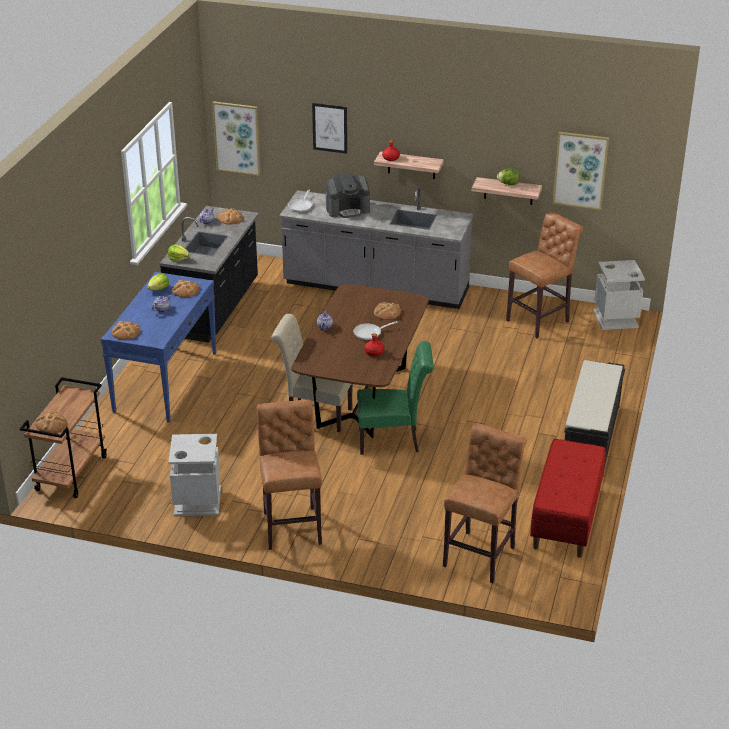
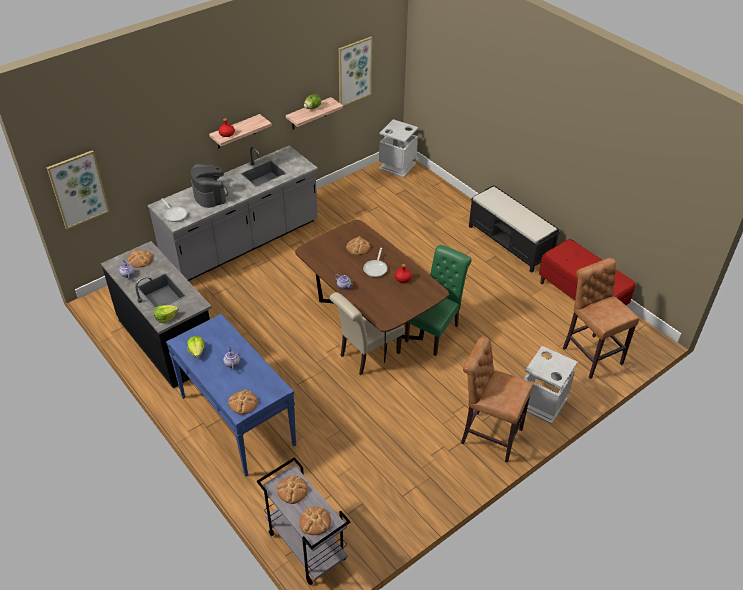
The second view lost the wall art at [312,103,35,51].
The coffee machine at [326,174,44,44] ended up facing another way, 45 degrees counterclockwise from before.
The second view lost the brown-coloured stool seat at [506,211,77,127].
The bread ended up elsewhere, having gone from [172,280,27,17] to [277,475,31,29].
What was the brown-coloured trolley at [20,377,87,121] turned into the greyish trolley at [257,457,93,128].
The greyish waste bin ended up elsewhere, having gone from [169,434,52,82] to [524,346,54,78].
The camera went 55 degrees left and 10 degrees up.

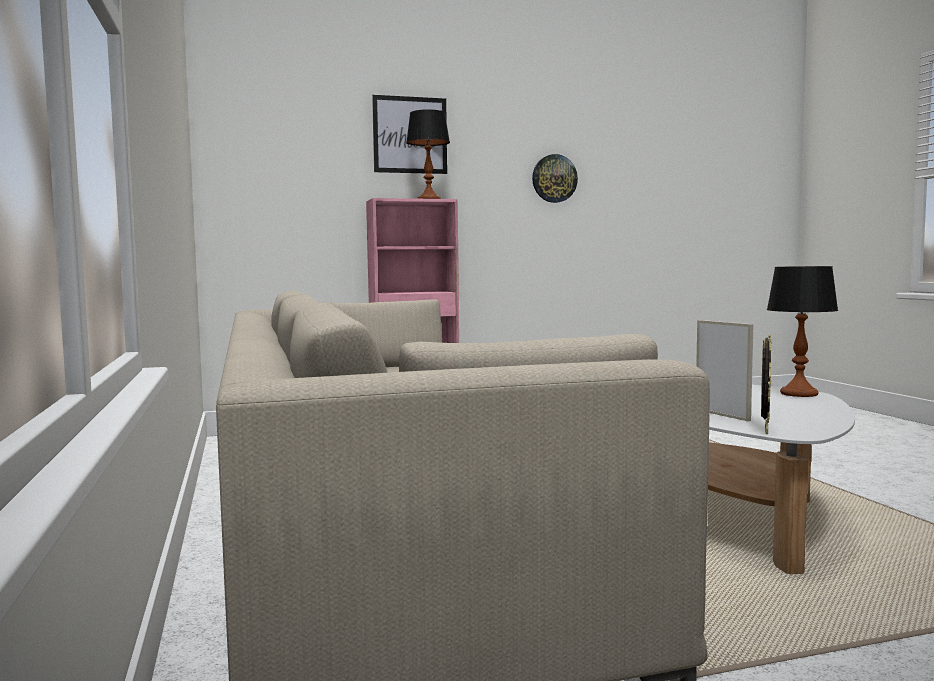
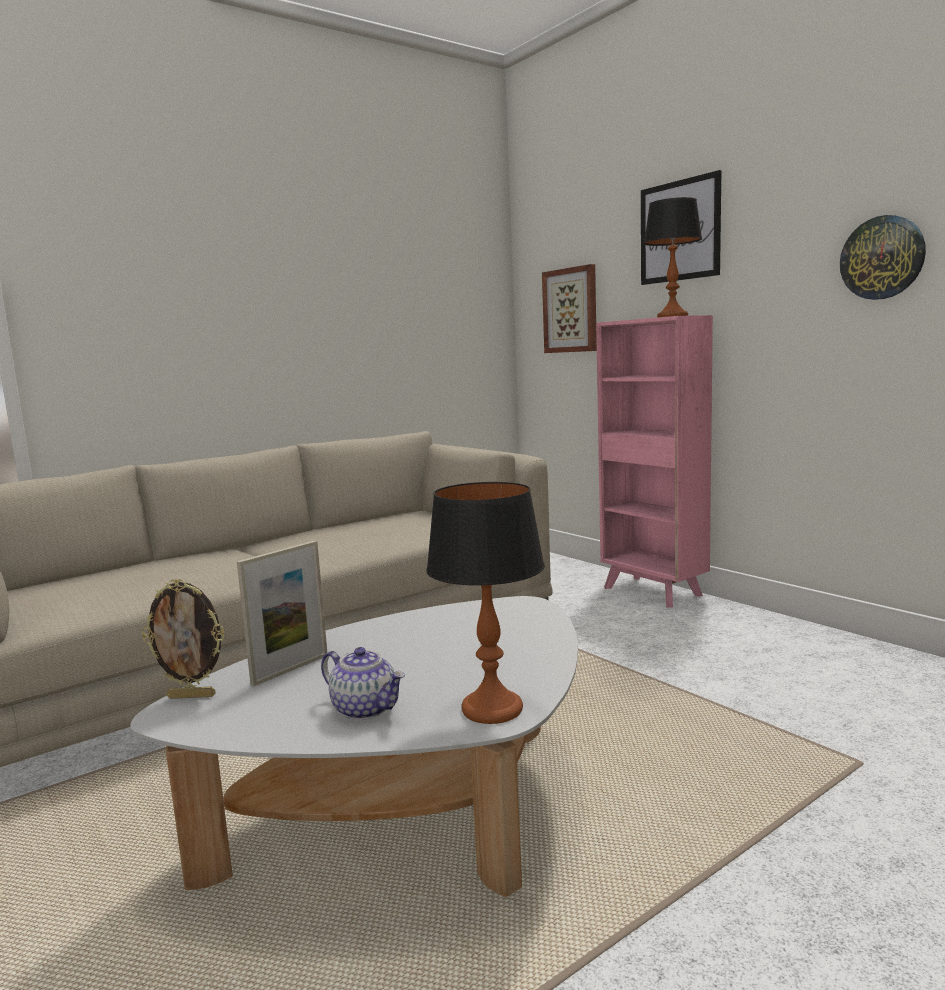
The second view gained the wall art at [542,264,55,89].
The second view gained the tea pot at [321,647,84,73].
The camera went 70 degrees right and 5 degrees up.

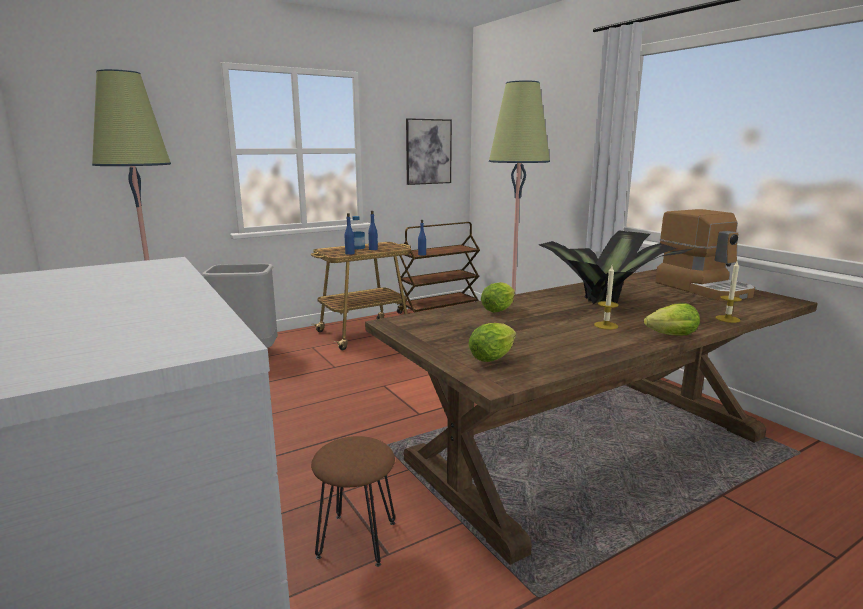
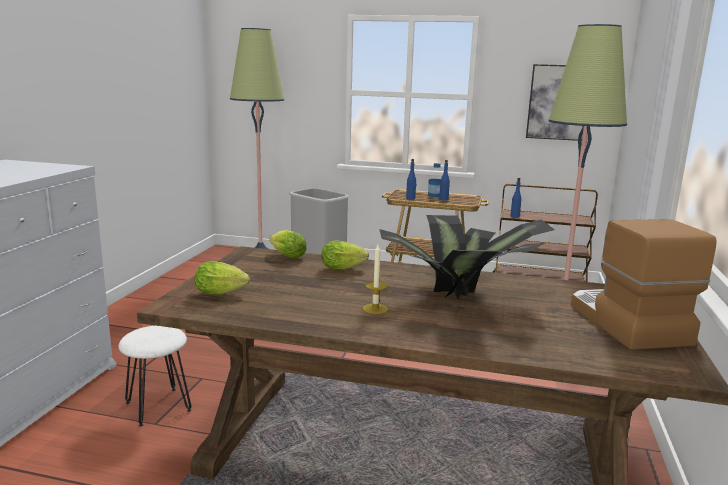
The coffee machine at [655,209,100,92] ended up facing another way, 150 degrees clockwise from before.
The second view lost the candle at [715,261,27,62].
The lettuce head ended up elsewhere, having gone from [644,303,56,33] to [270,230,37,28].
What was the brown-coloured stool seat at [311,436,84,131] turned into the white-coloured stool seat at [119,326,72,101].
The camera went 45 degrees right and 0 degrees up.

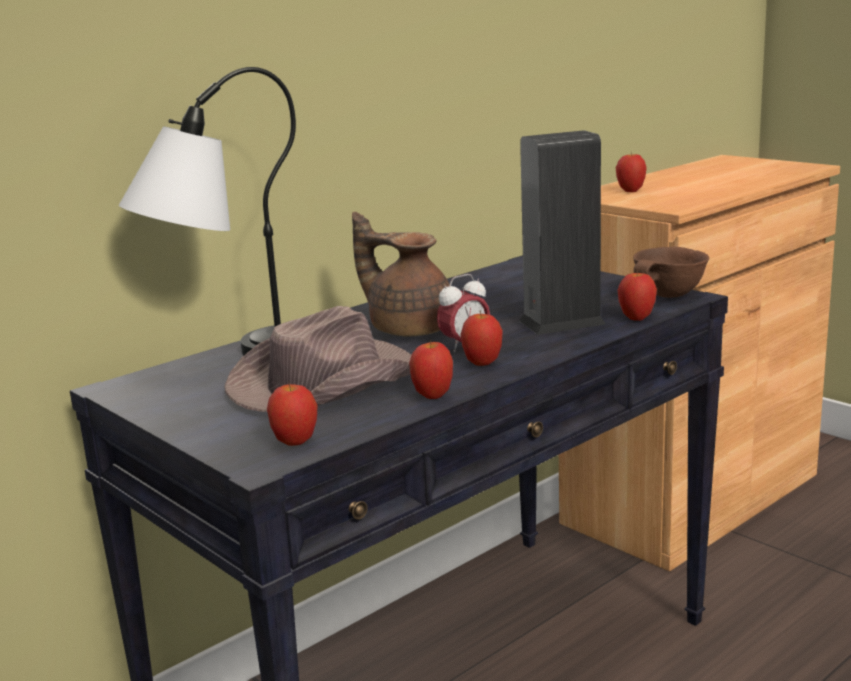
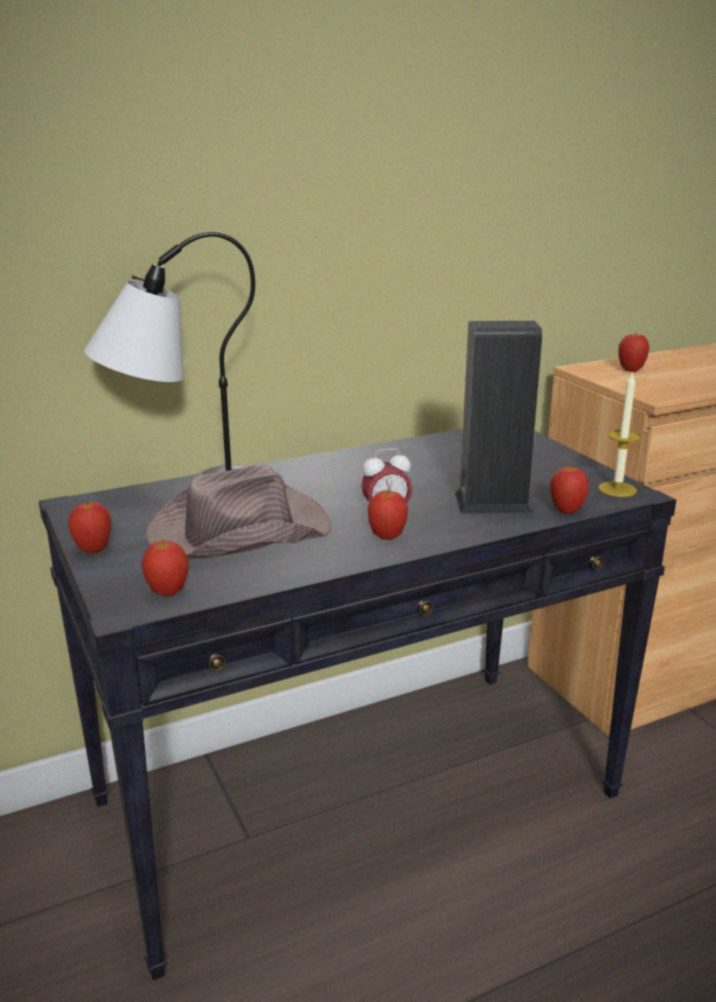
The second view lost the brown-coloured tea pot at [352,212,98,124].
Where the brown-coloured serving bowl stood at [633,247,76,51], the candle came to stand at [598,371,43,126].
The apple ended up elsewhere, having gone from [409,339,44,60] to [68,500,43,53].
The camera went 15 degrees right and 5 degrees up.

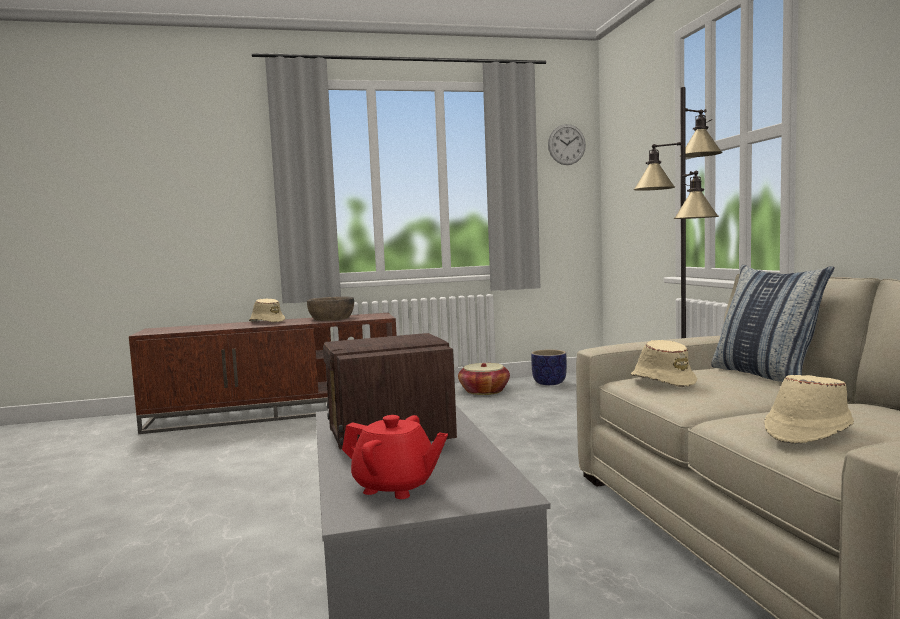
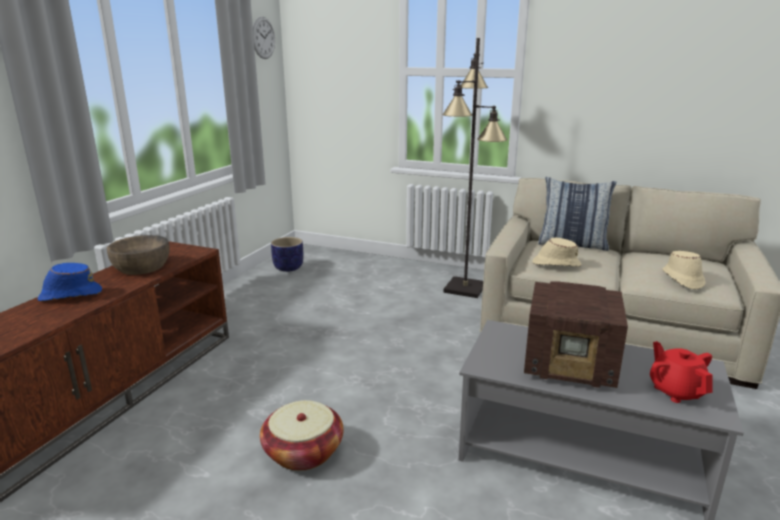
What was the beige clothing hat at [249,298,36,25] turned into the blue-coloured clothing hat at [38,263,64,38].
The basket ended up elsewhere, having gone from [458,363,52,32] to [260,400,84,71].
The red tea pot at [342,415,106,84] ended up facing another way, 75 degrees counterclockwise from before.
The camera went 55 degrees left and 15 degrees up.

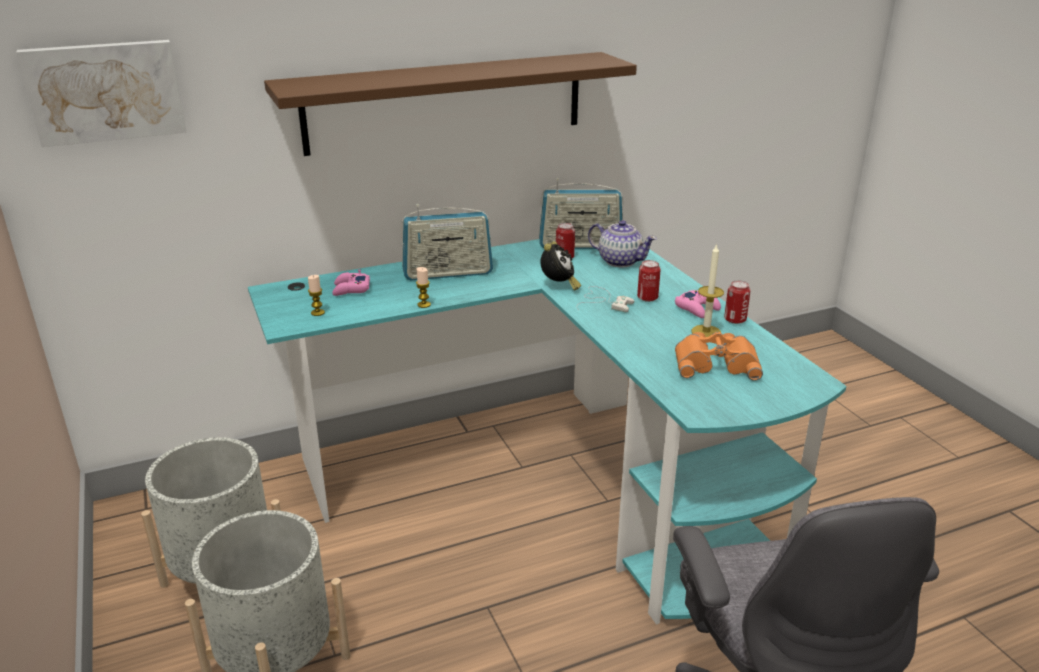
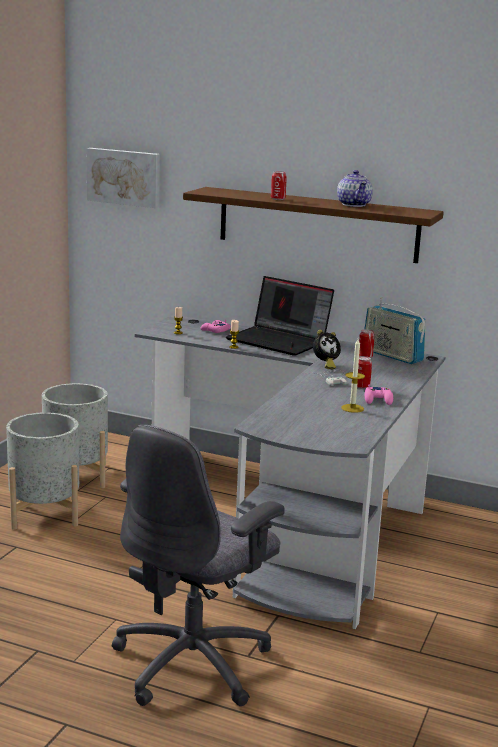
Where the radio set stood at [401,204,92,76], the laptop came to stand at [226,276,108,80].
The tea pot ended up elsewhere, having gone from [588,220,69,48] to [337,170,36,37].
What was the turquoise desk table at [248,239,599,386] turned into the greyish desk table at [135,315,311,314].
The metal can ended up elsewhere, having gone from [724,280,27,44] to [271,171,16,29].
The second view lost the orange field glasses at [675,332,88,49].
The camera went 45 degrees right and 10 degrees down.

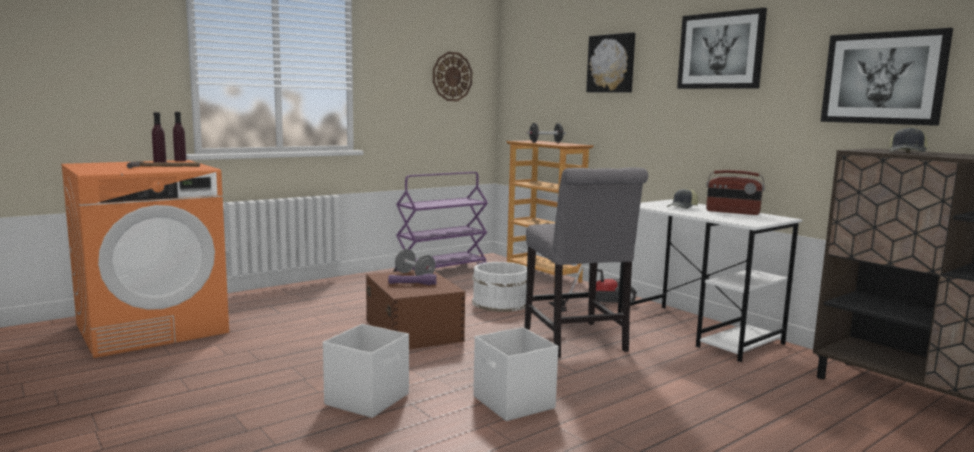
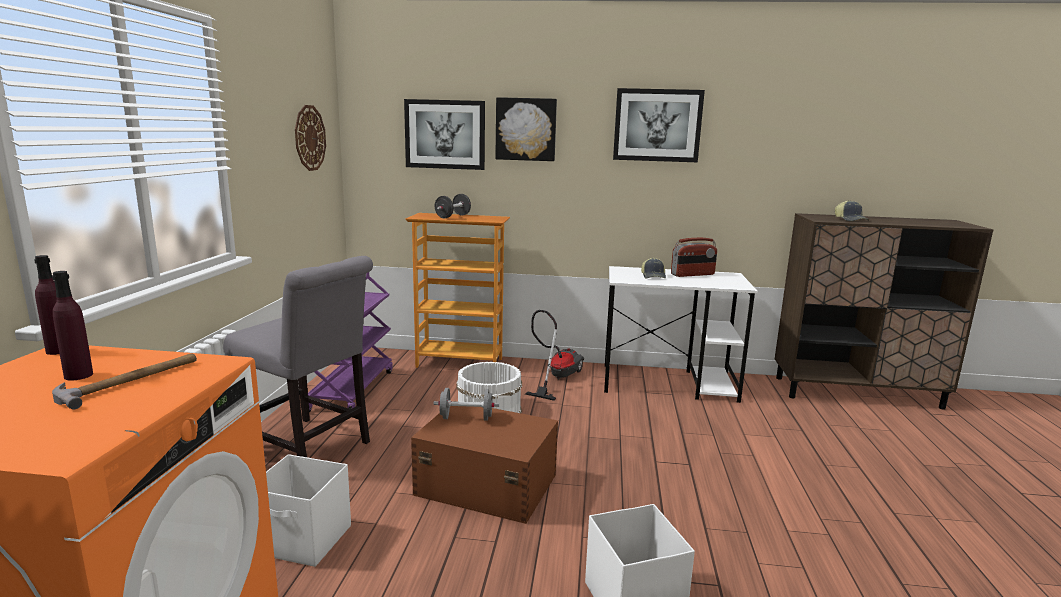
The wall art ended up elsewhere, having gone from [820,28,133,98] to [404,99,81,71].
The greyish plain chair ended up elsewhere, having gone from [524,168,124,190] to [223,256,150,201].
The second view lost the purple torch at [388,273,49,12].
The white-coloured storage box ended up elsewhere, having gone from [473,327,85,94] to [266,454,85,113].
The camera went 45 degrees left and 5 degrees up.

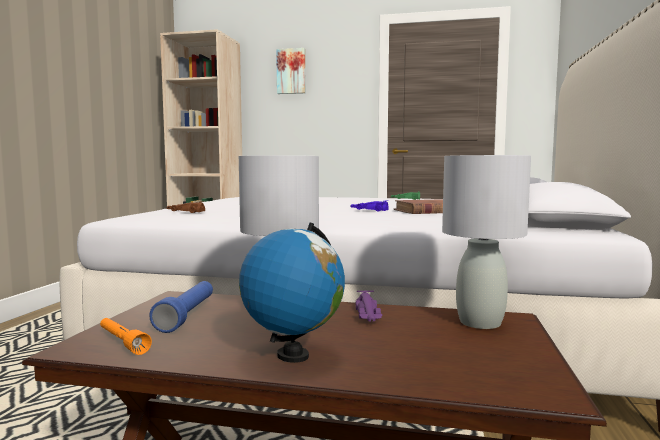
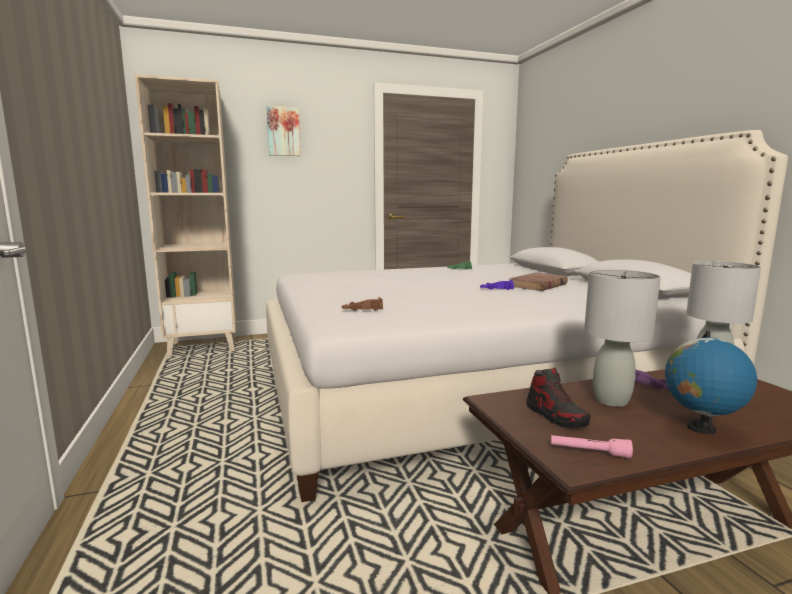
Where the blue-coloured torch stood at [149,281,64,52], the low shoe came to stand at [526,368,64,60].
What was the orange torch at [100,318,52,37] turned into the pinkish torch at [551,435,82,23].
The camera went 30 degrees left and 5 degrees up.

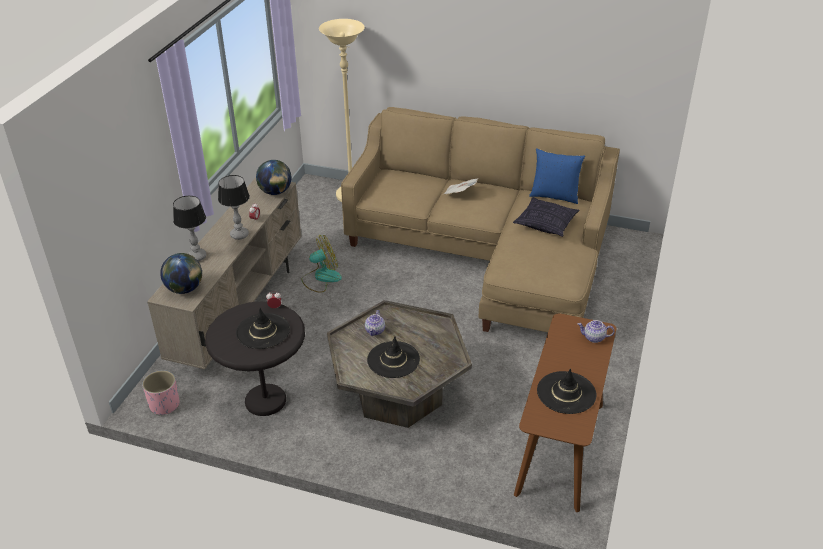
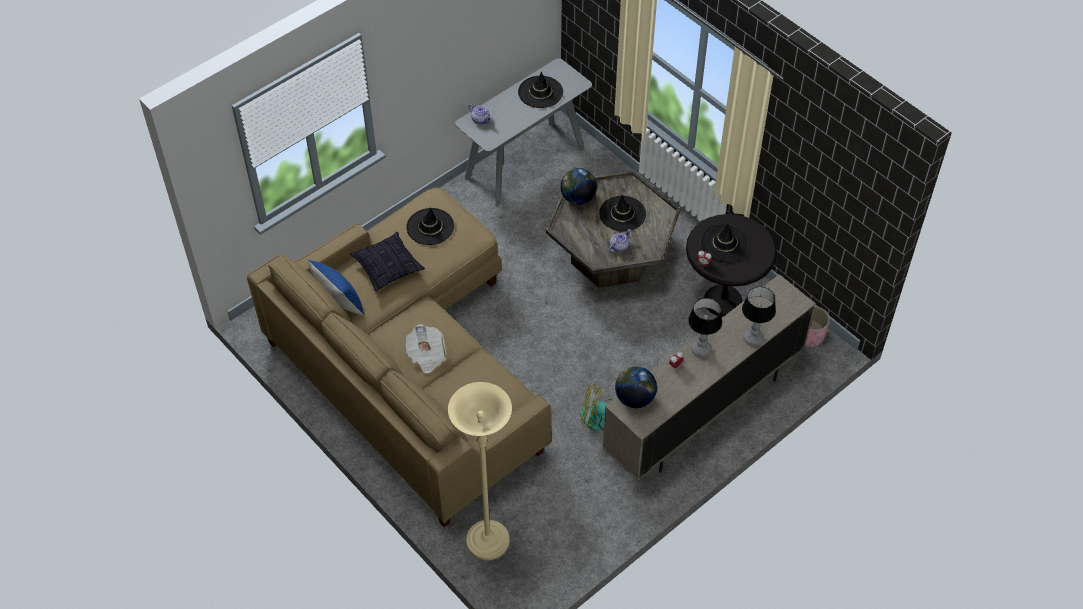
The globe ended up elsewhere, having gone from [160,253,42,41] to [561,168,36,37].
What was the brown-coloured hall table at [514,313,103,199] turned into the greyish hall table at [455,59,137,148].
The second view gained the black-coloured clothing hat at [406,208,48,37].
The camera went 150 degrees left and 15 degrees up.

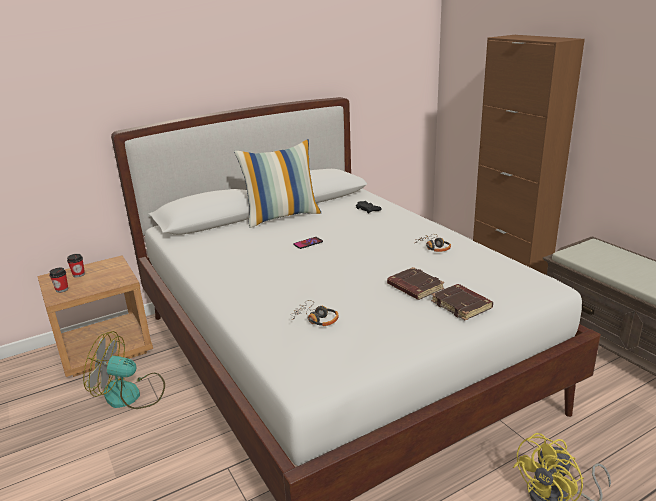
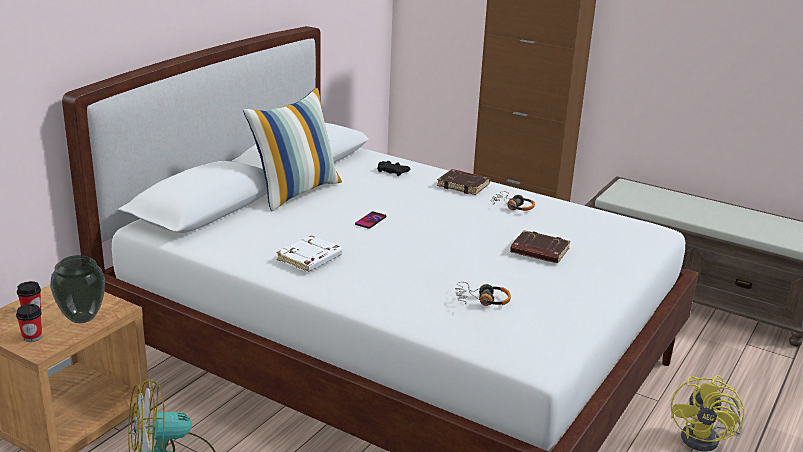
The brown-coloured bound book ended up elsewhere, having gone from [431,284,62,36] to [437,169,53,26].
The second view gained the white-coloured bound book at [276,235,66,37].
The second view gained the vase at [50,255,55,68].
The camera went 30 degrees left and 0 degrees up.

